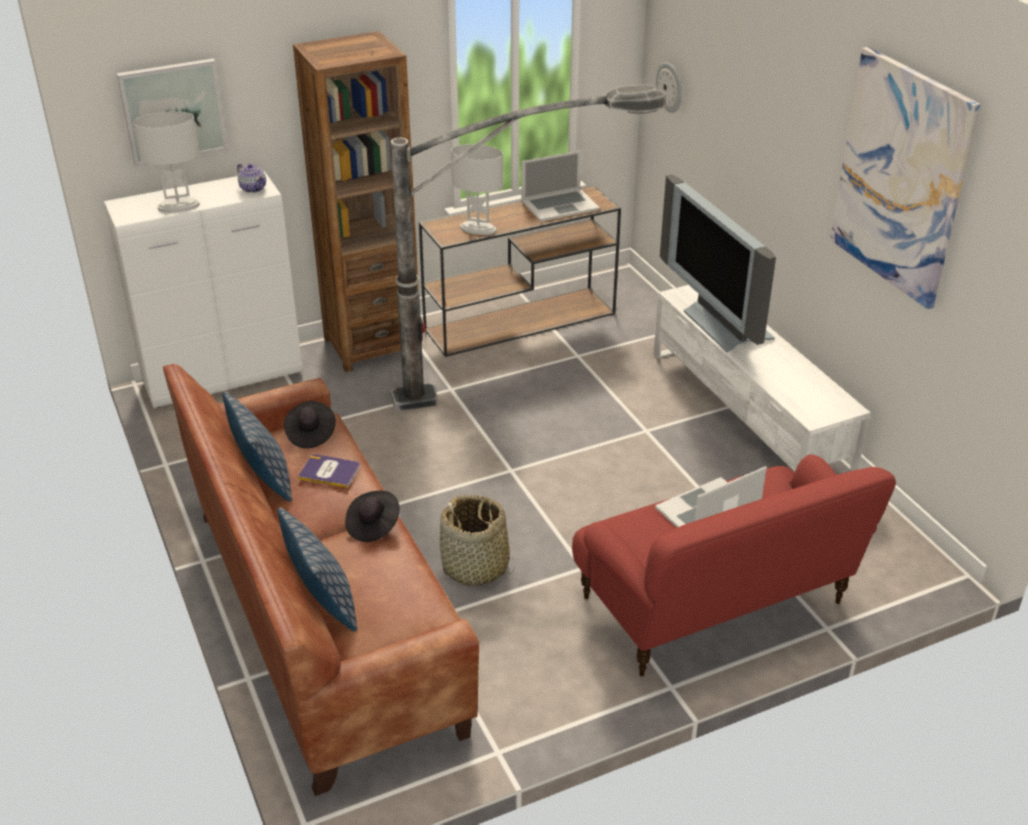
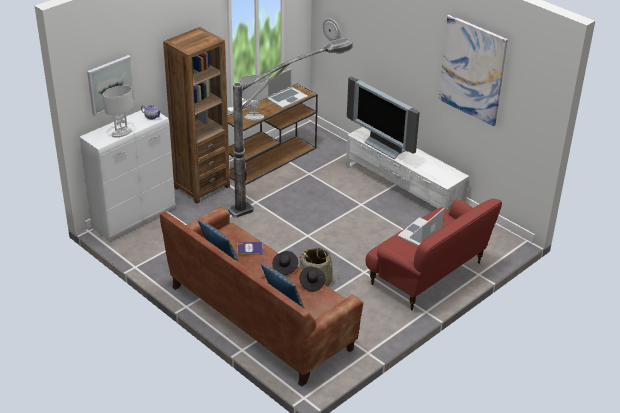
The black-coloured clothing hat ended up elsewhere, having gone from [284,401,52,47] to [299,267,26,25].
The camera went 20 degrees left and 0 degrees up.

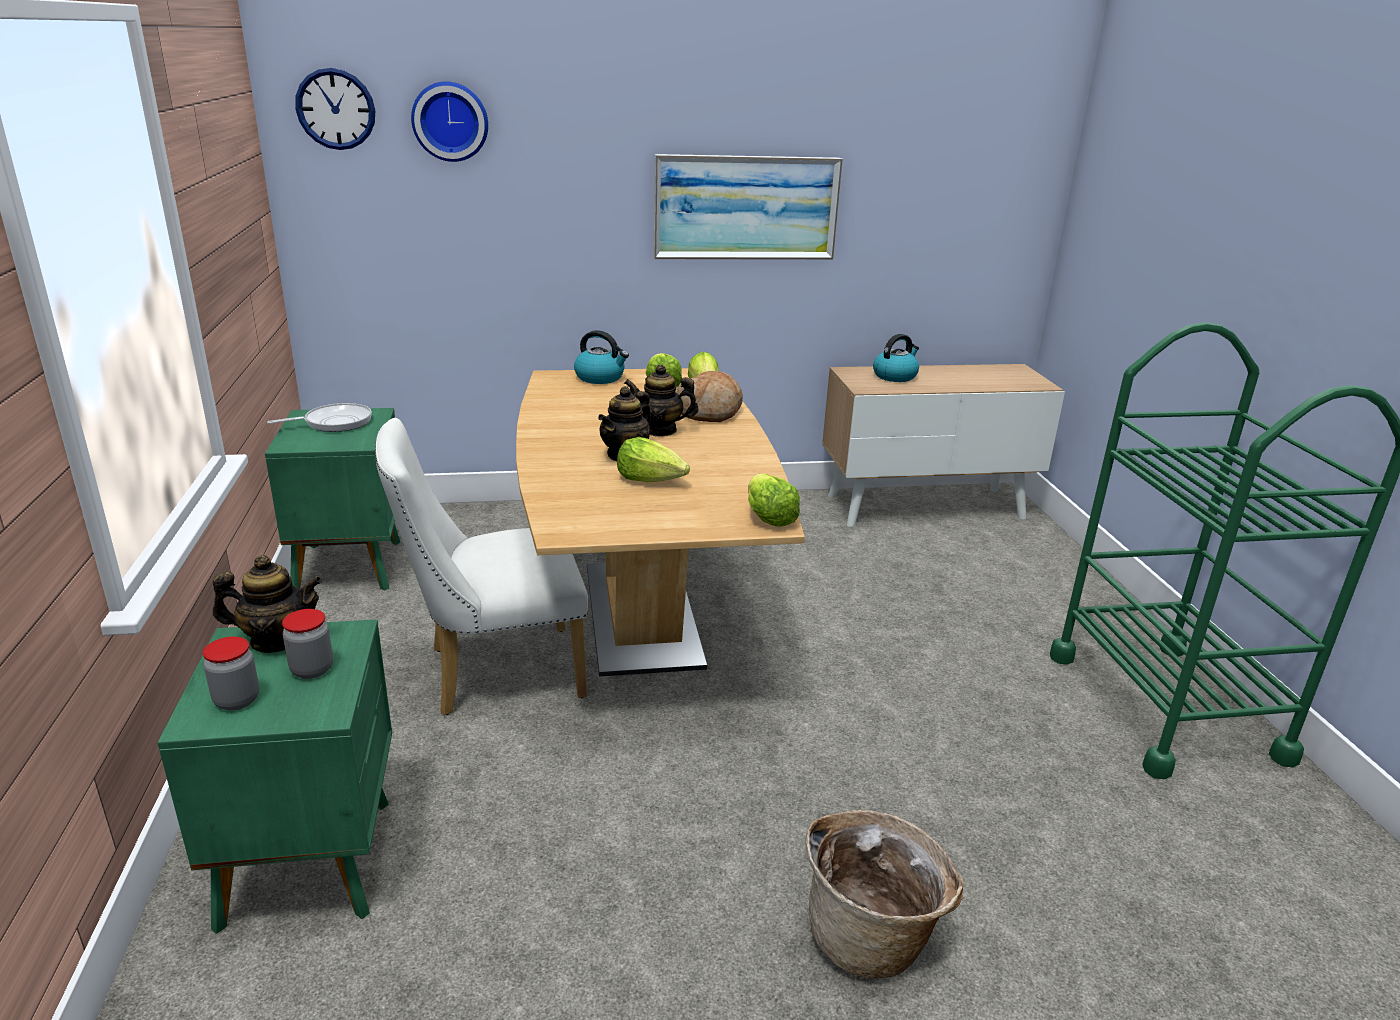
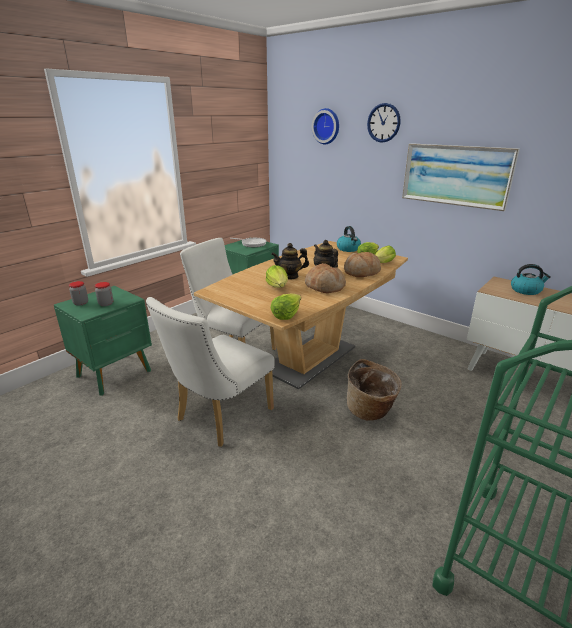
The hanging clock ended up elsewhere, having gone from [295,68,80,82] to [367,103,33,40].
The second view lost the tea pot at [213,555,109,98].
The basket ended up elsewhere, having gone from [805,810,158,169] to [347,359,55,62].
The second view gained the bread at [305,263,41,30].
The second view gained the white-coloured plain chair at [146,297,129,150].
The camera went 50 degrees right and 0 degrees up.

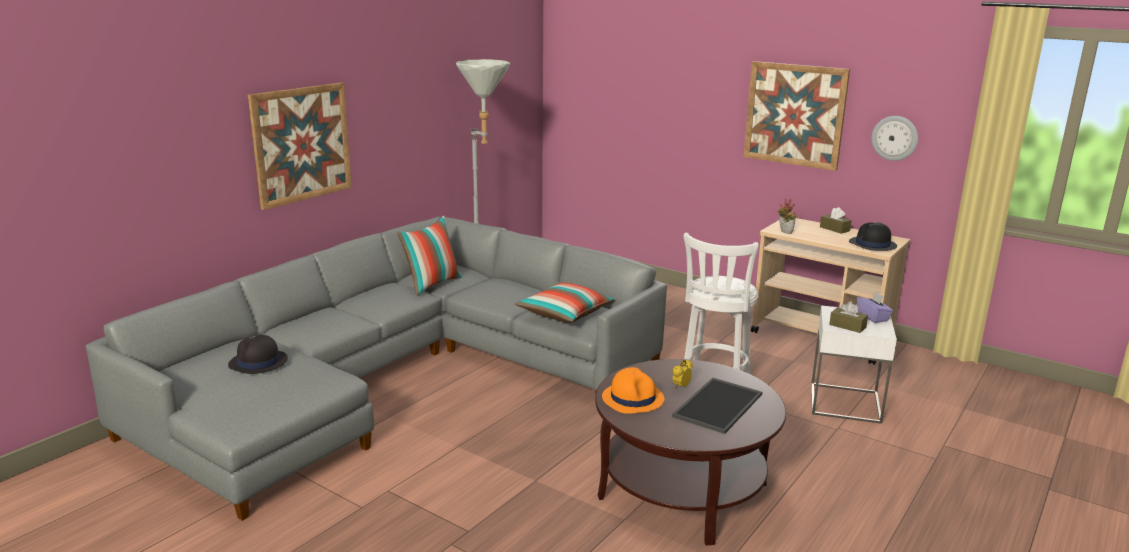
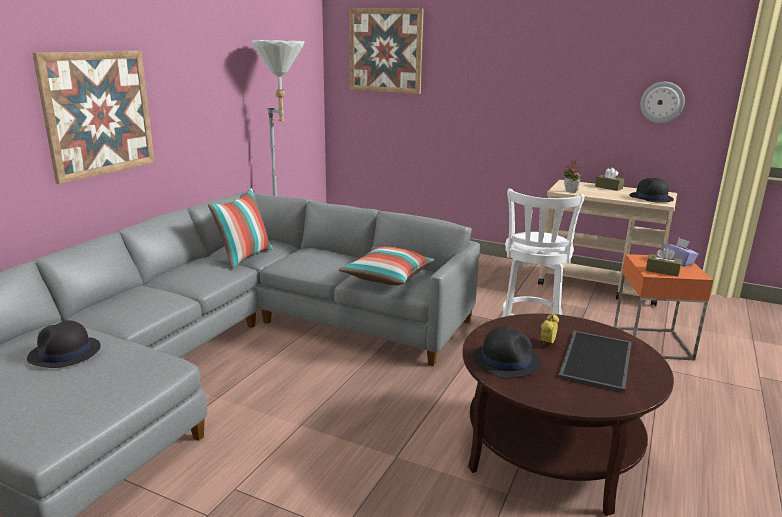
The wall art ended up elsewhere, having gone from [743,61,107,110] to [349,8,75,86].
What was the white-coloured end table at [811,305,86,119] turned into the orange end table at [614,254,99,107].
What was the orange clothing hat at [602,367,62,47] turned into the black-coloured clothing hat at [472,326,69,53].
The camera went 10 degrees left and 0 degrees up.

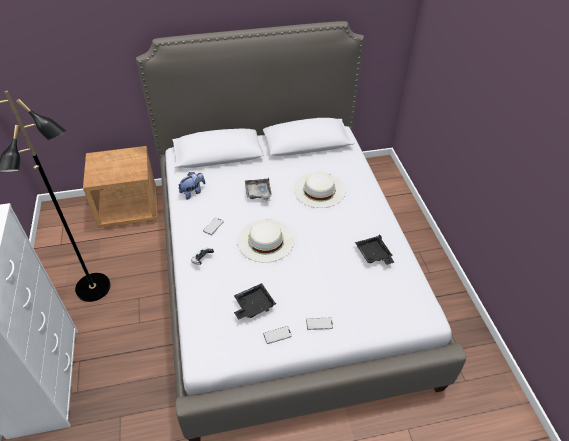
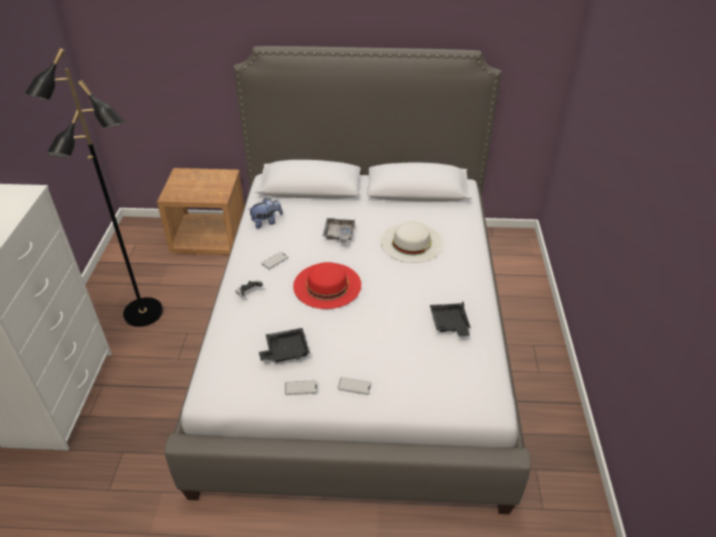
What was the white-coloured clothing hat at [237,219,57,44] turned into the red clothing hat at [293,262,68,47].
The camera went 15 degrees right and 5 degrees down.

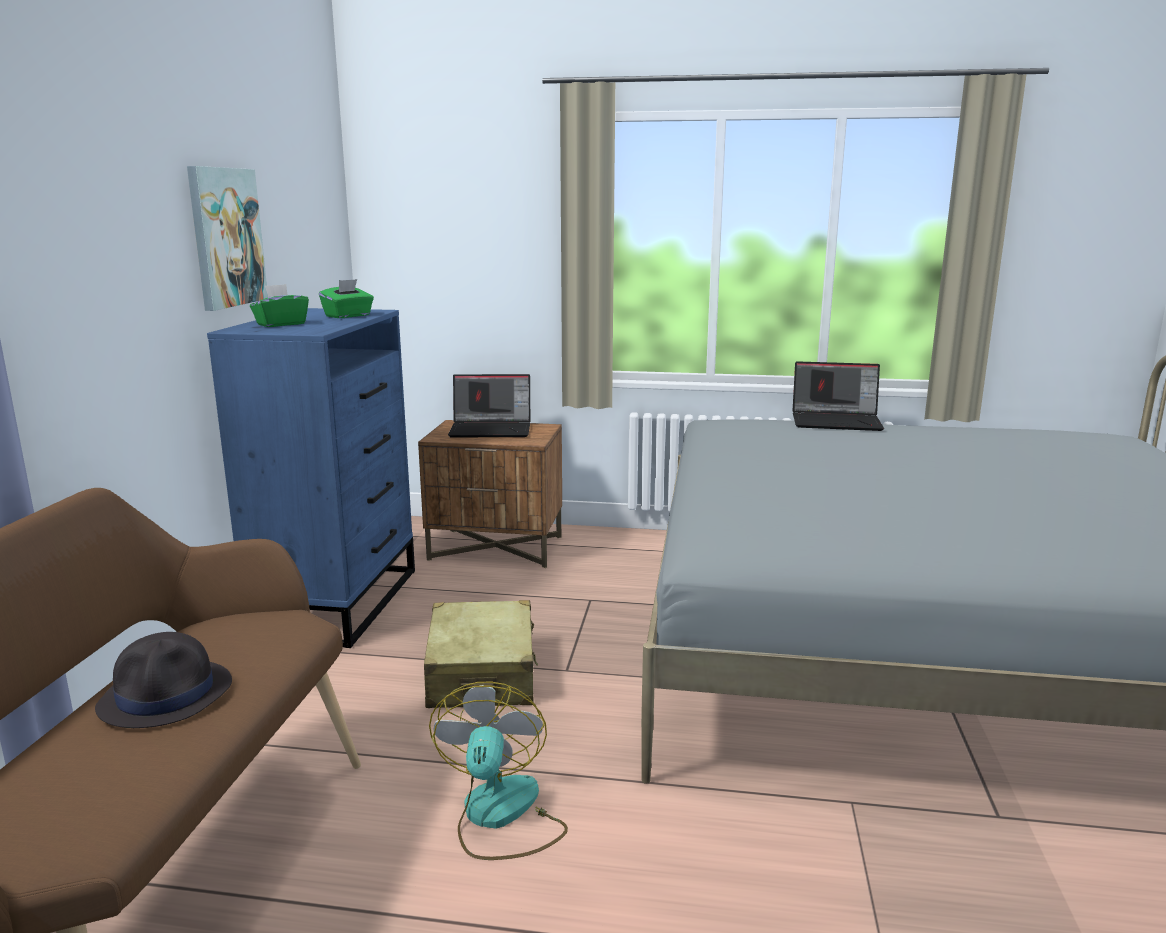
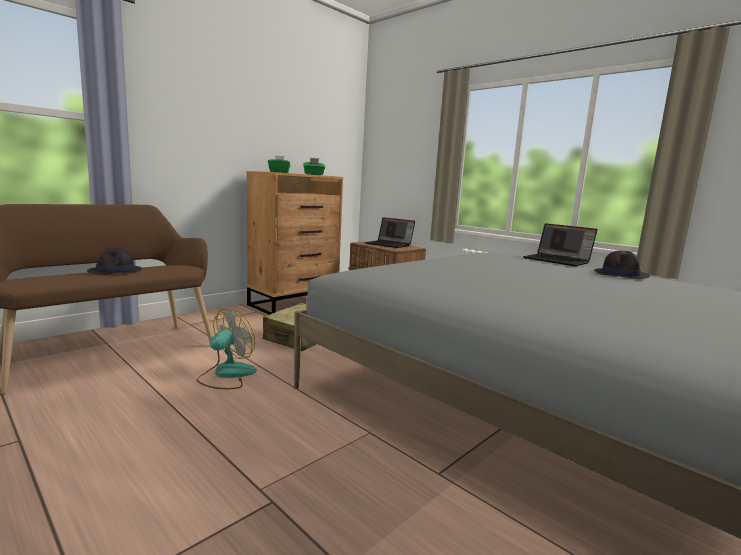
The second view lost the wall art at [187,166,81,145].
What was the blue-coloured chest of drawers at [207,308,208,340] turned into the brown-coloured chest of drawers at [247,171,96,144].
The second view gained the black-coloured clothing hat at [595,251,54,27].
The camera went 35 degrees right and 5 degrees down.

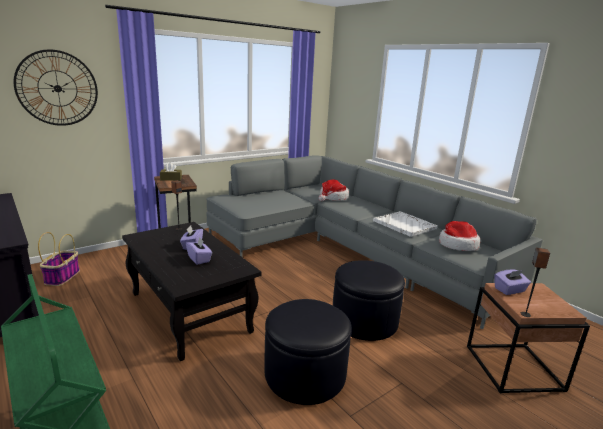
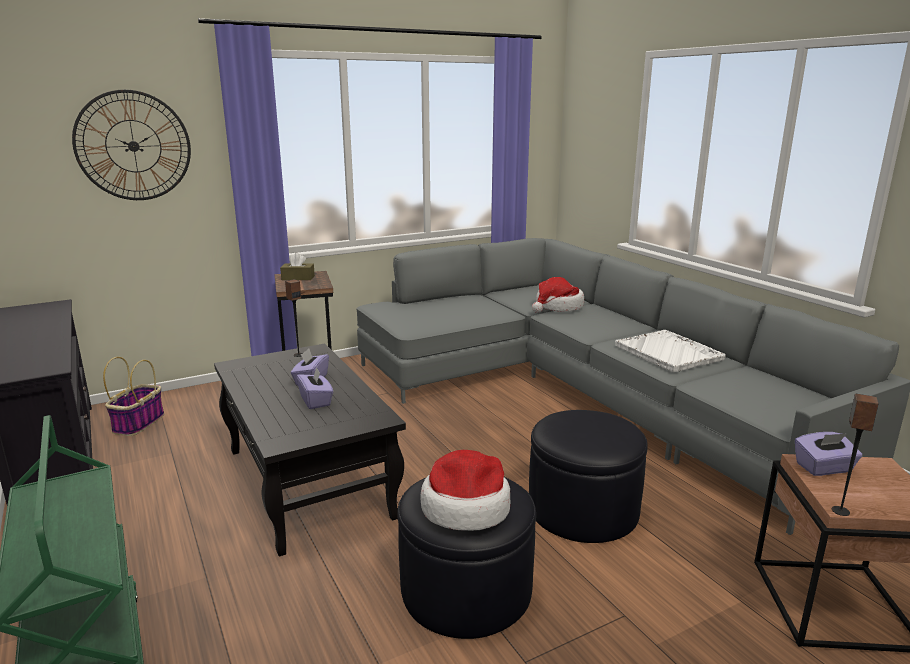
The clothing hat ended up elsewhere, having gone from [439,221,41,30] to [421,450,89,81].
The camera went 10 degrees right and 0 degrees up.

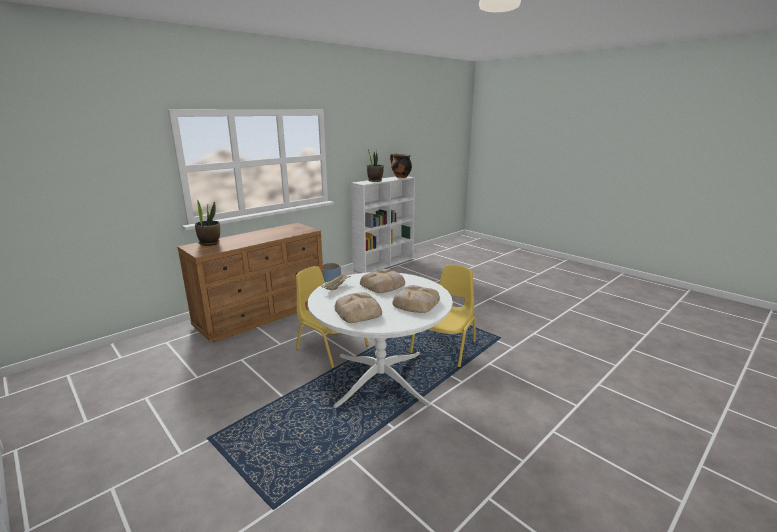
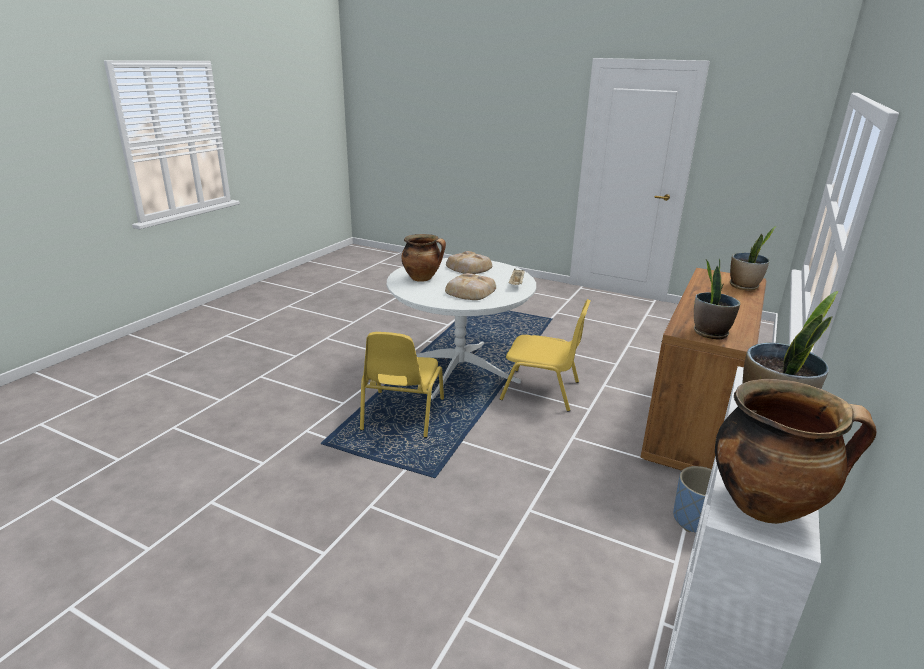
Where the bread stood at [392,285,48,28], the cooking pot came to stand at [401,234,45,48].
The second view gained the plant in a pot at [694,259,46,81].
The camera went 160 degrees right and 5 degrees up.

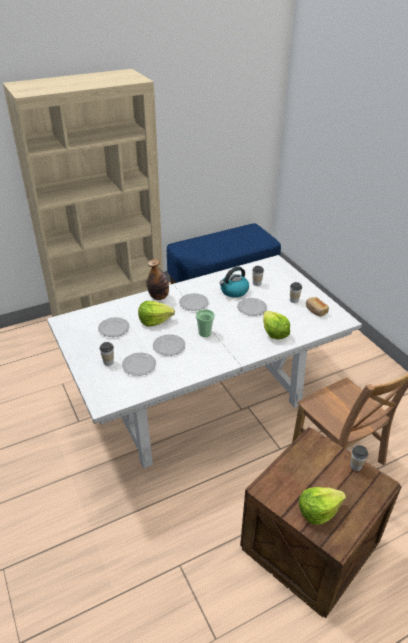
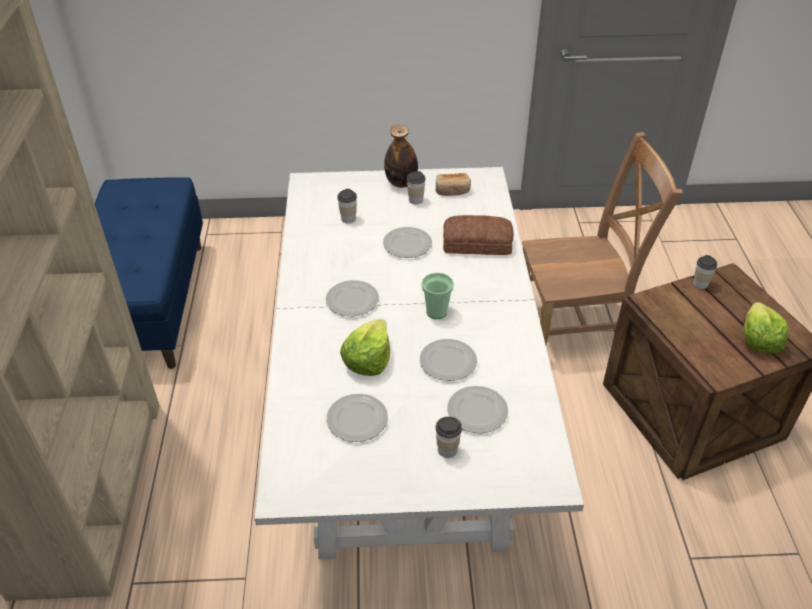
The drink bottle ended up elsewhere, having gone from [147,259,22,41] to [384,125,34,63].
The second view lost the water kettle at [220,267,29,31].
Where the lettuce head stood at [263,311,27,29], the bread came to stand at [443,215,71,40].
The camera went 65 degrees left and 5 degrees up.

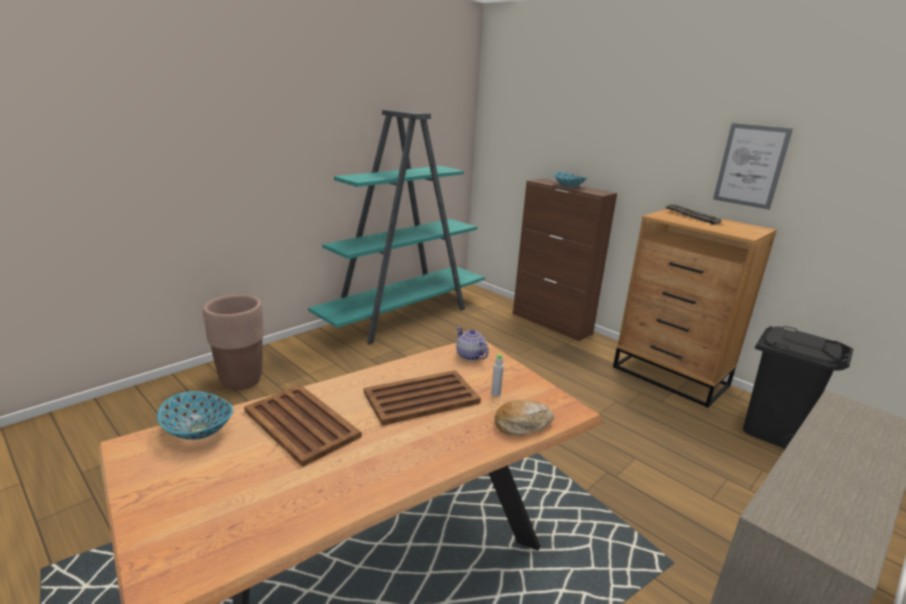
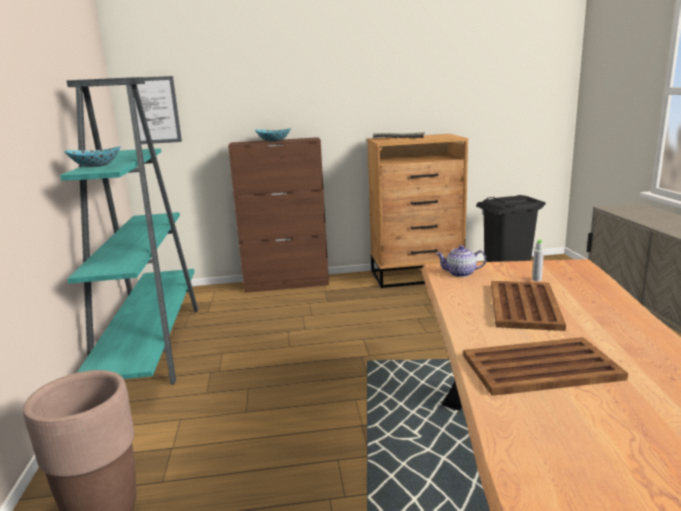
The wall art ended up elsewhere, having gone from [713,123,80,87] to [126,76,56,68].
The serving bowl ended up elsewhere, having gone from [157,391,76,49] to [64,146,56,21].
The second view lost the bread at [494,400,60,35].
The camera went 50 degrees left and 5 degrees down.

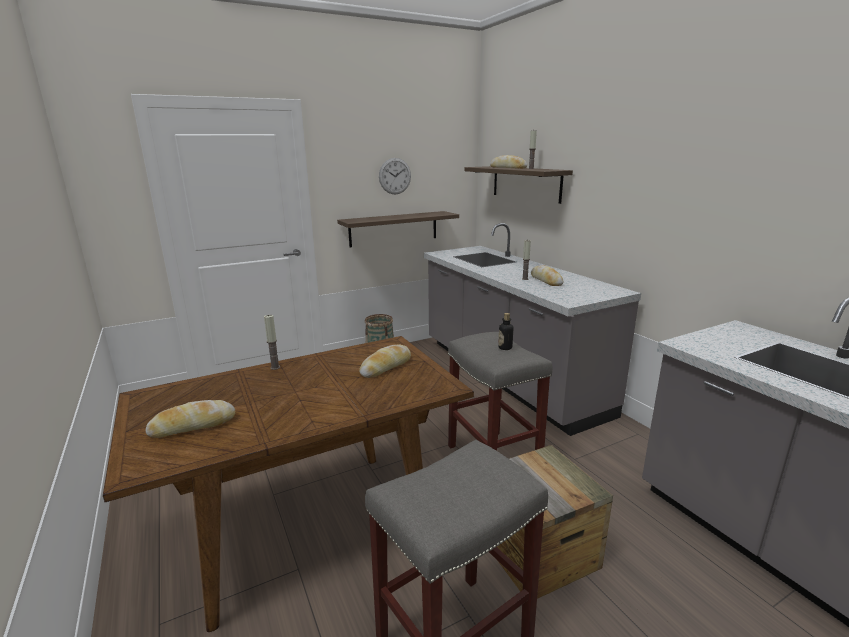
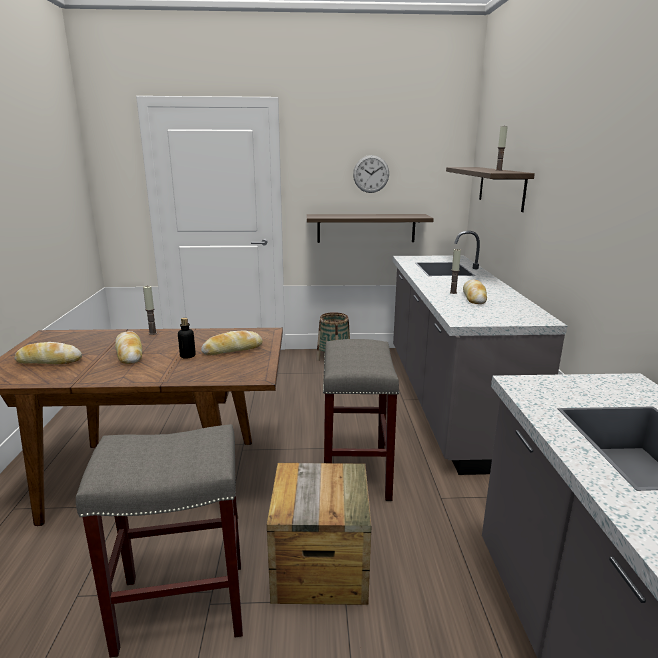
The bread ended up elsewhere, having gone from [490,155,37,14] to [115,331,27,33].
The drink bottle ended up elsewhere, having gone from [498,313,15,37] to [178,318,18,41].
The camera went 25 degrees right and 0 degrees up.

